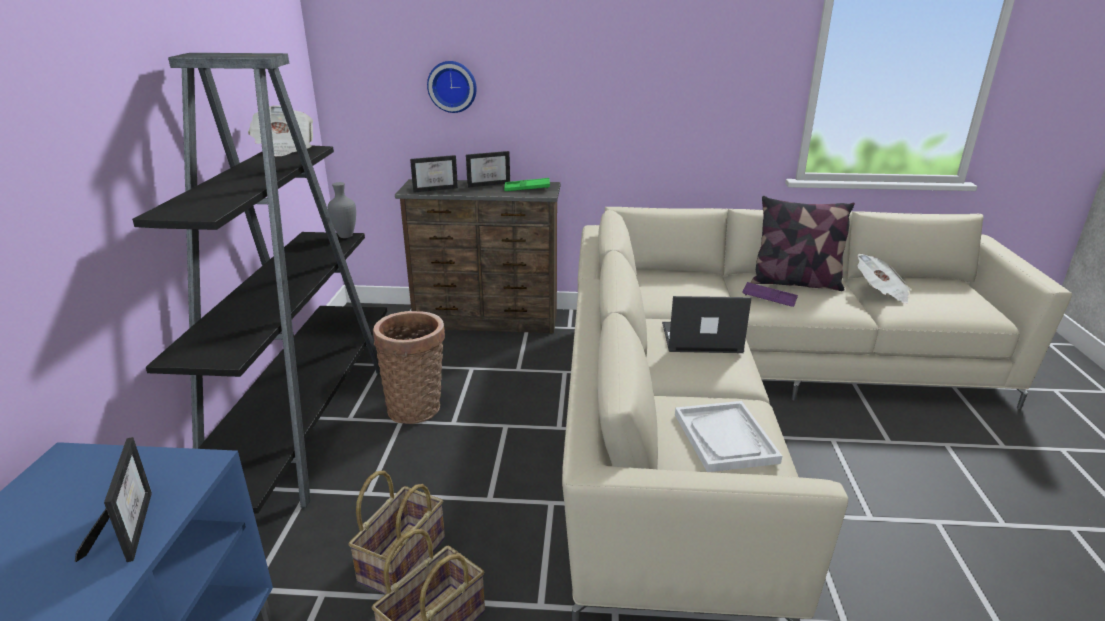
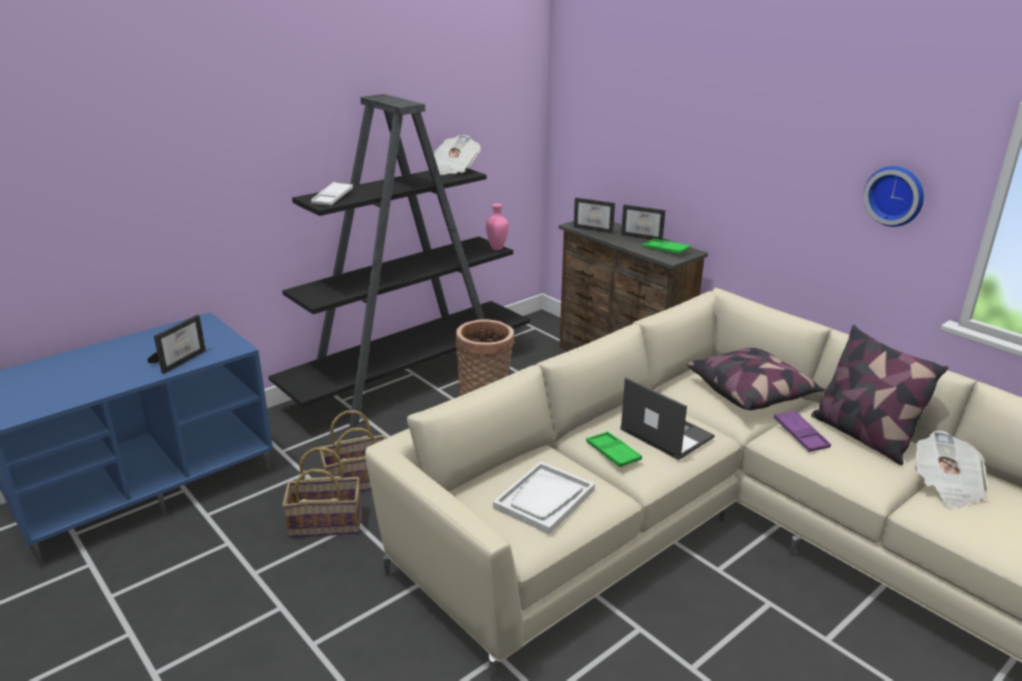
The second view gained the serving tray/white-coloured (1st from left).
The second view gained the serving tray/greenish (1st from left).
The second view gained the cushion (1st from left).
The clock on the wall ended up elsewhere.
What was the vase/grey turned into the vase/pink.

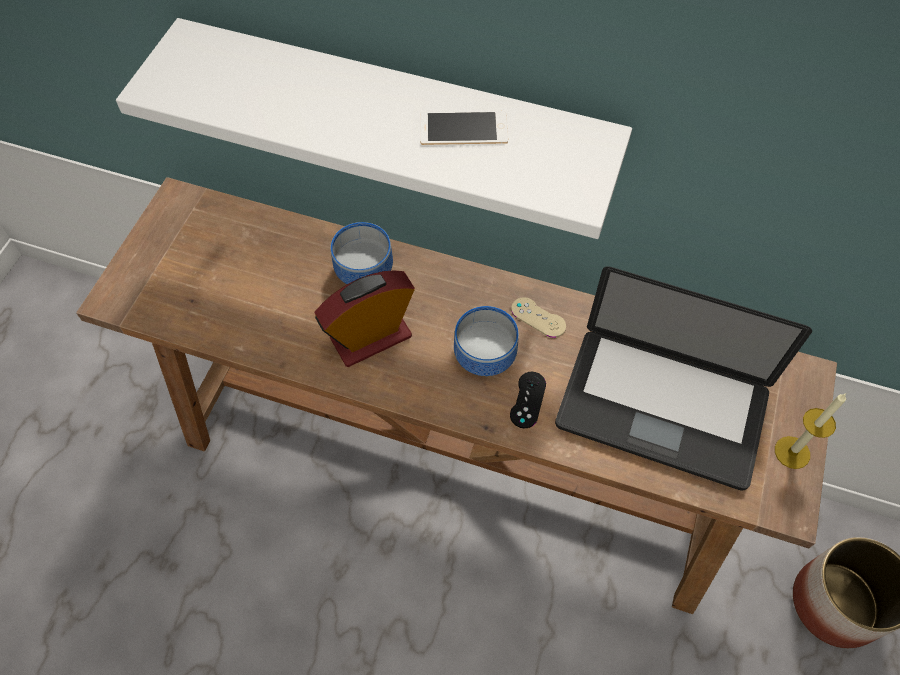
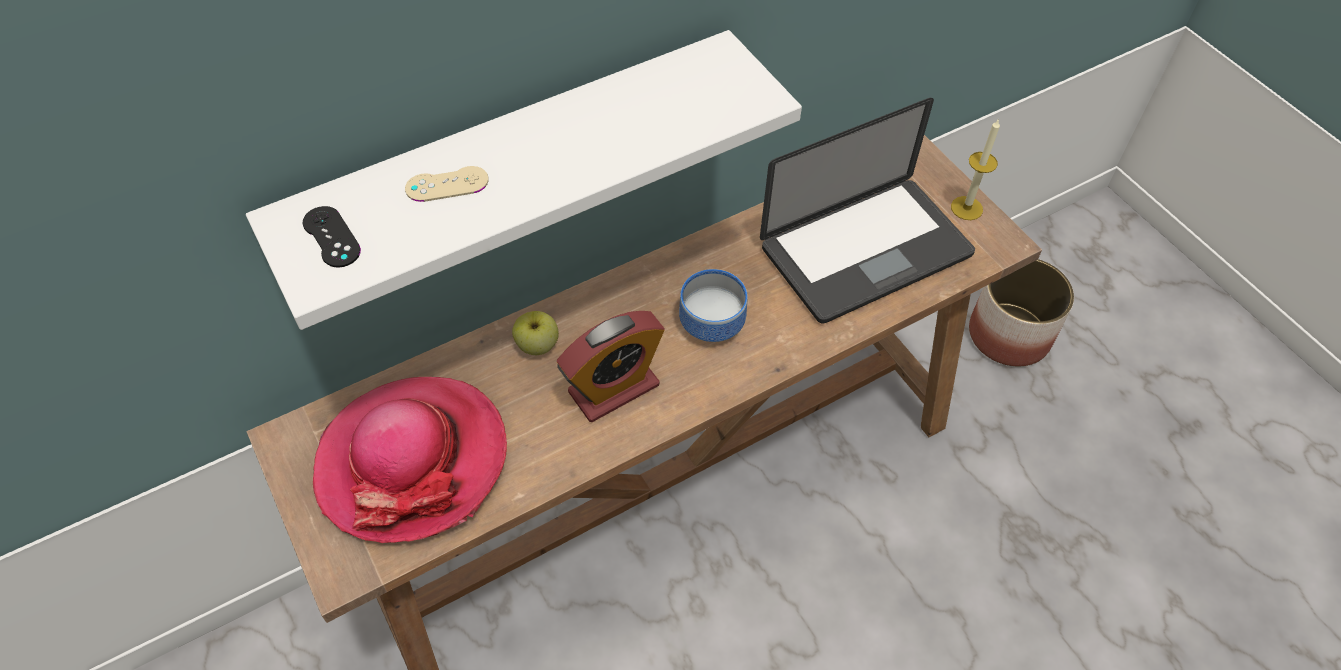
The second view lost the phone.
The second view gained the hat.
The joypad/black-coloured ended up elsewhere.
The joypad/beige-coloured ended up elsewhere.
Where the serving bowl (1st from left) stood, the apple came to stand.
The bedside clock ended up facing another way, 135 degrees counterclockwise from before.

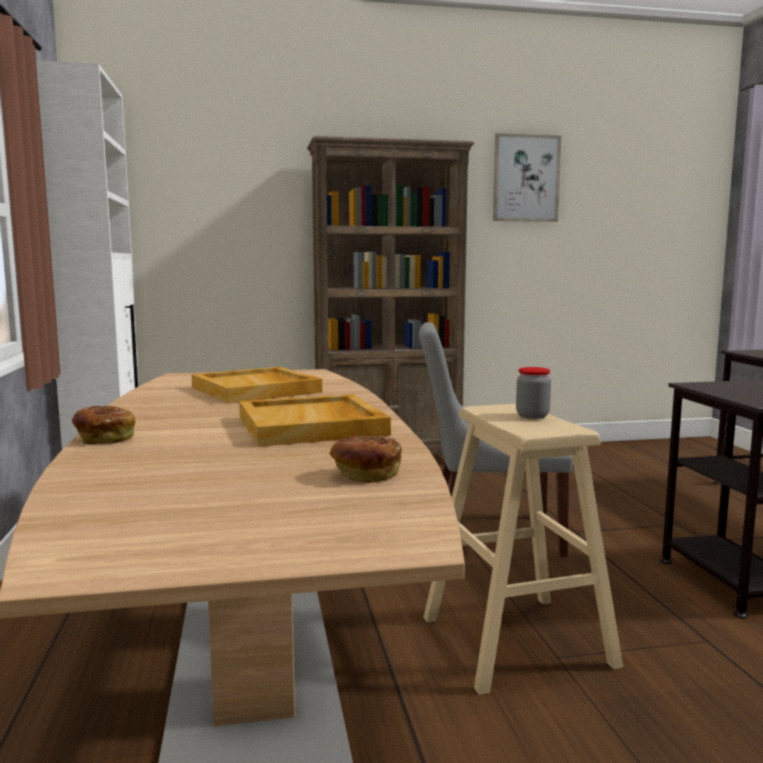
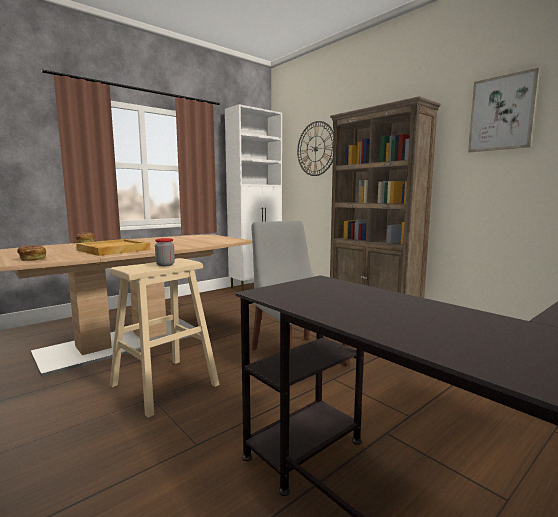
The second view lost the serving tray/beige-coloured (1st from left).
The second view gained the clock on the wall.

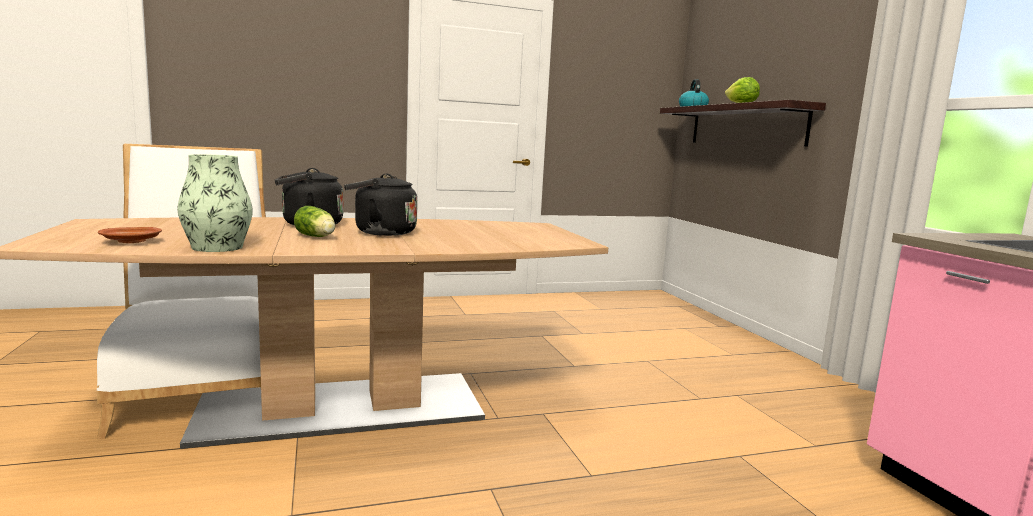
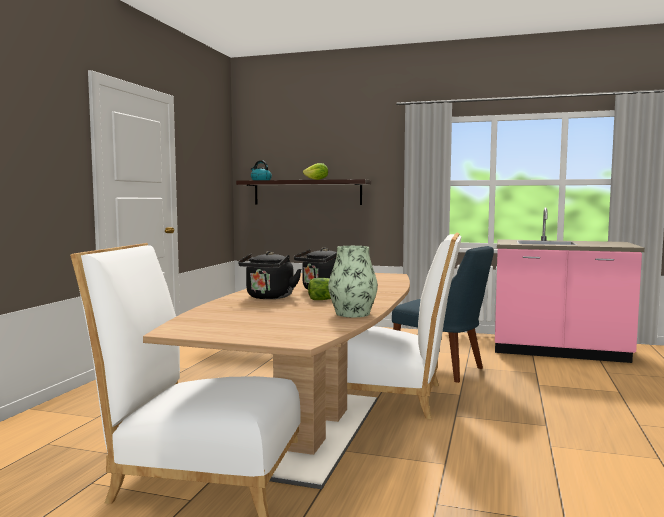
The second view lost the flat dish/brownish.
The second view gained the plain chair/white-coloured (2nd from left).
The second view gained the plain chair/blue.

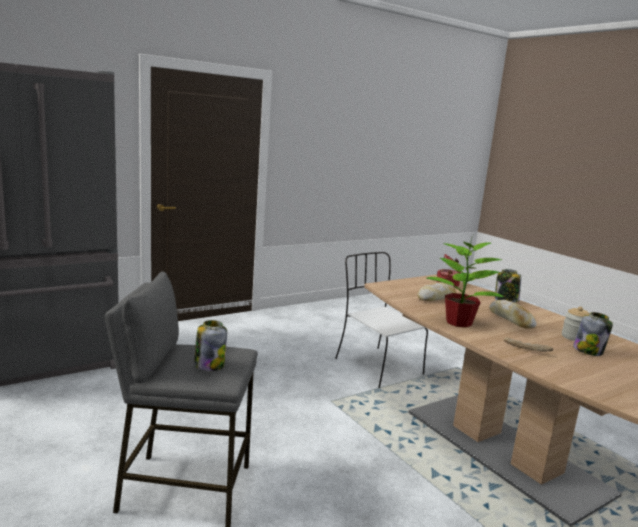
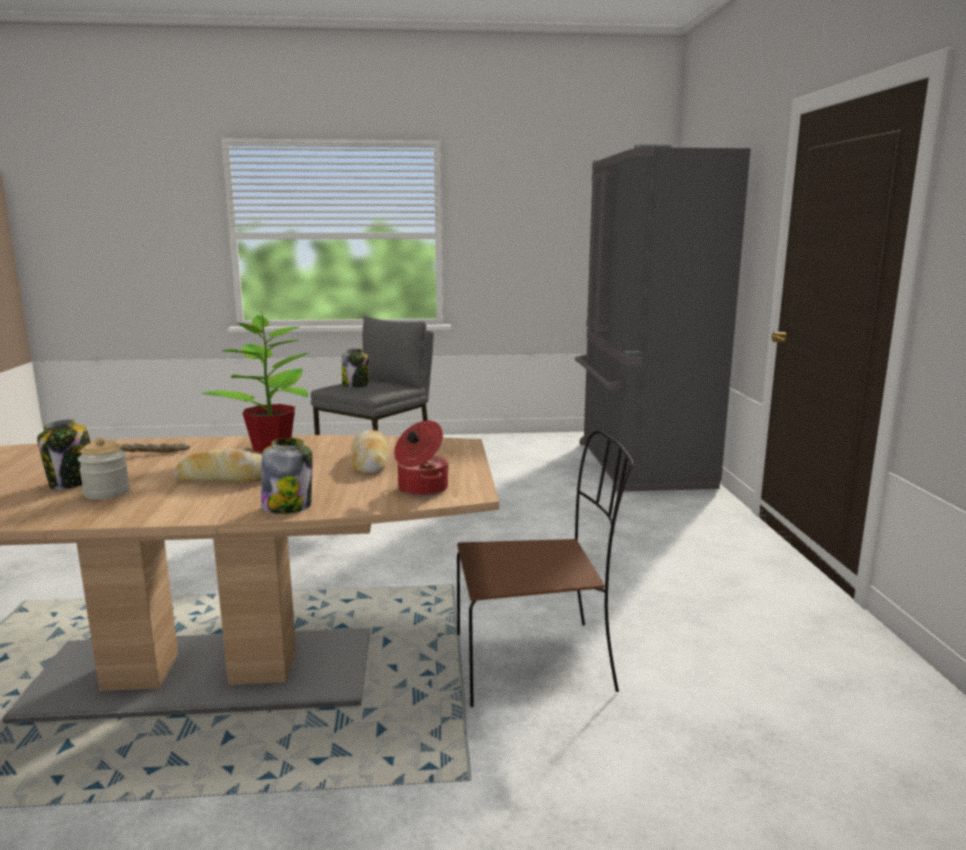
What was the plain chair/white-coloured turned into the plain chair/brownish.

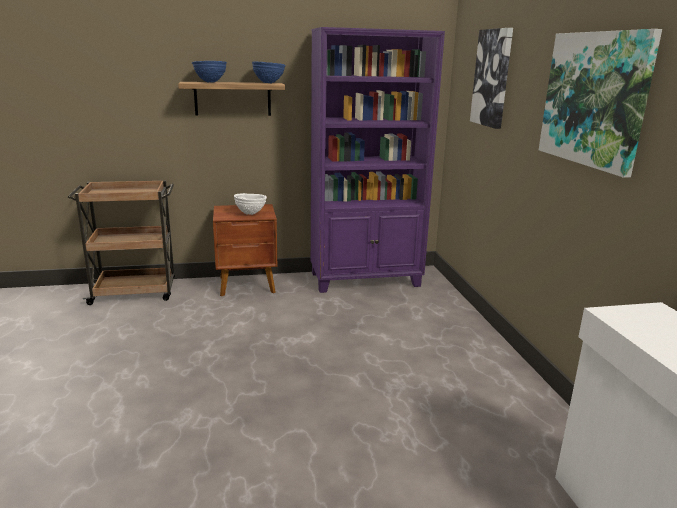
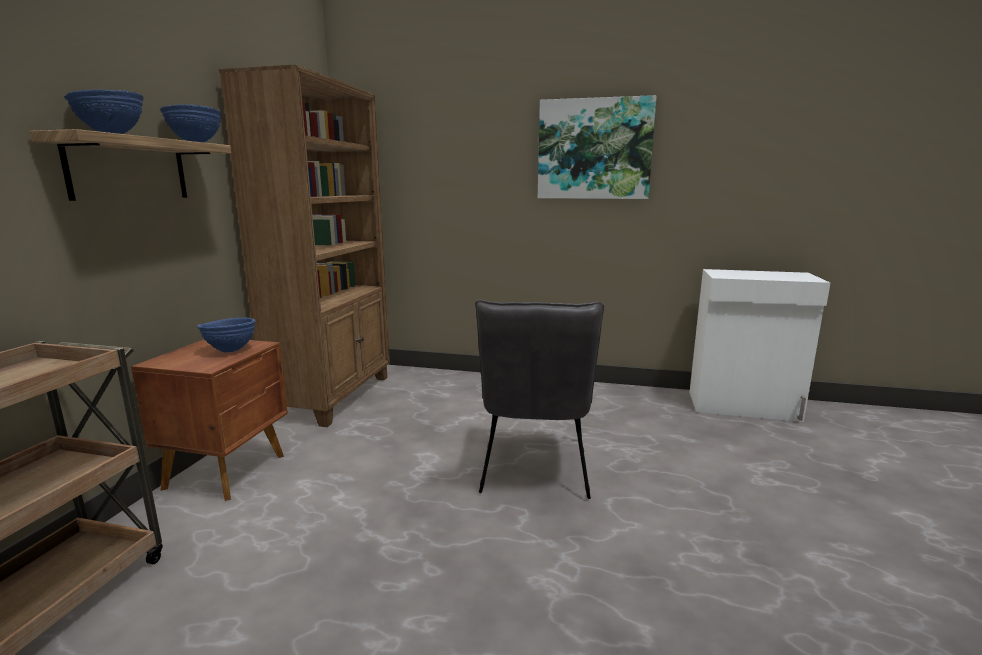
The second view lost the picture (1st from left).
The second view gained the plain chair/grey.
What was the serving bowl/white-coloured turned into the serving bowl/blue (3rd from left).
What was the shelving unit/purplish turned into the shelving unit/brownish.

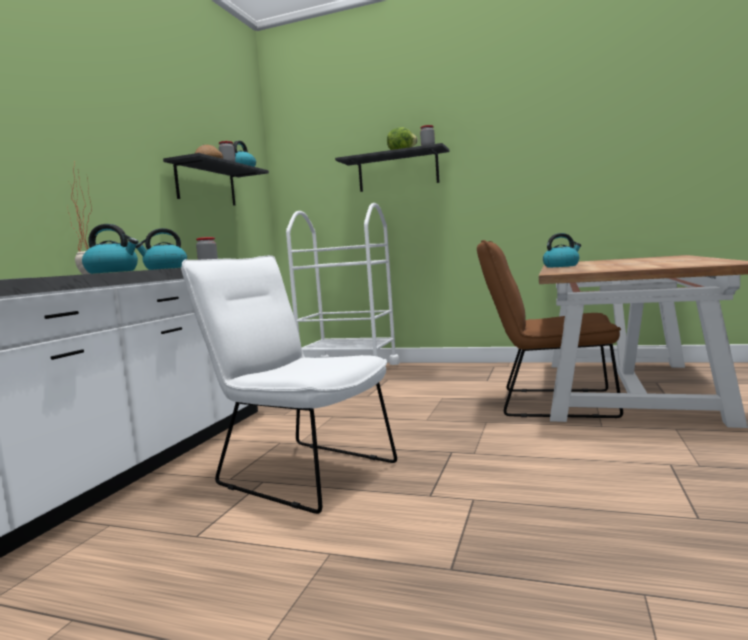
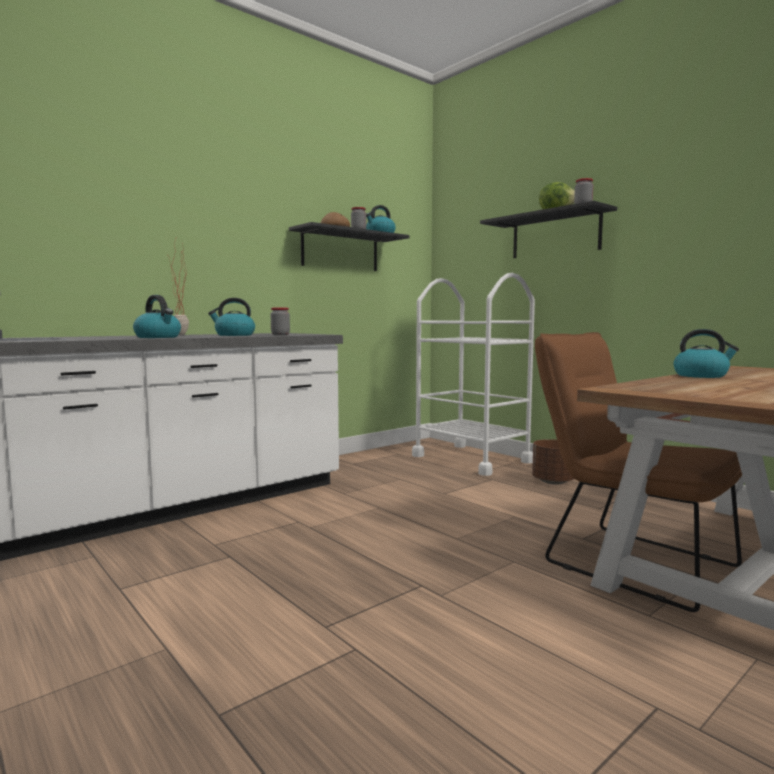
The second view lost the plain chair/white-coloured.
The second view gained the planter/brownish.

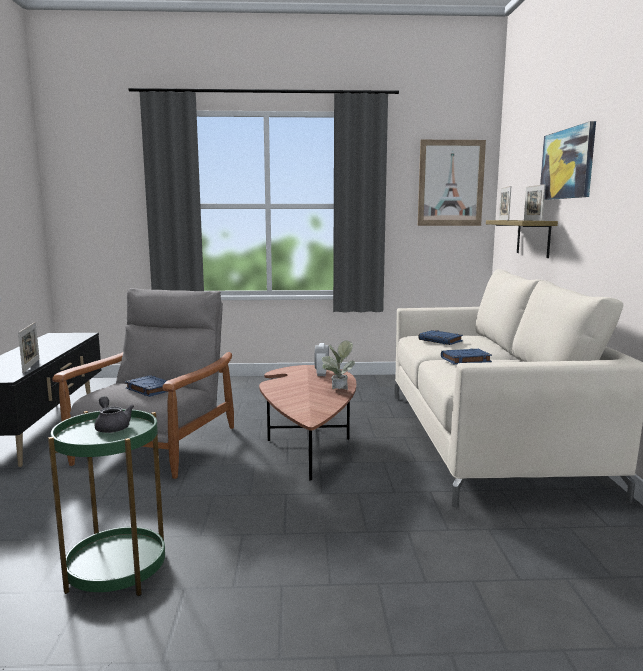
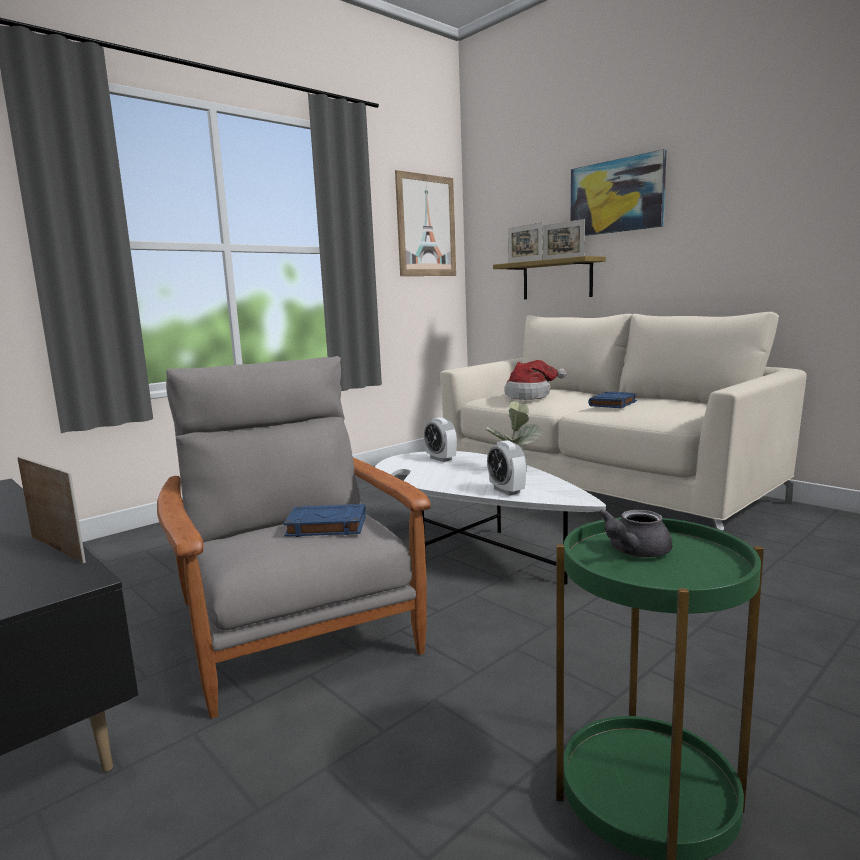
The second view gained the bedside clock (2nd from left).
Where the volume/blue (2nd from left) stood, the hat came to stand.
What was the coffee table/brownish turned into the coffee table/white-coloured.
The tea pot/grey ended up facing another way, 60 degrees counterclockwise from before.

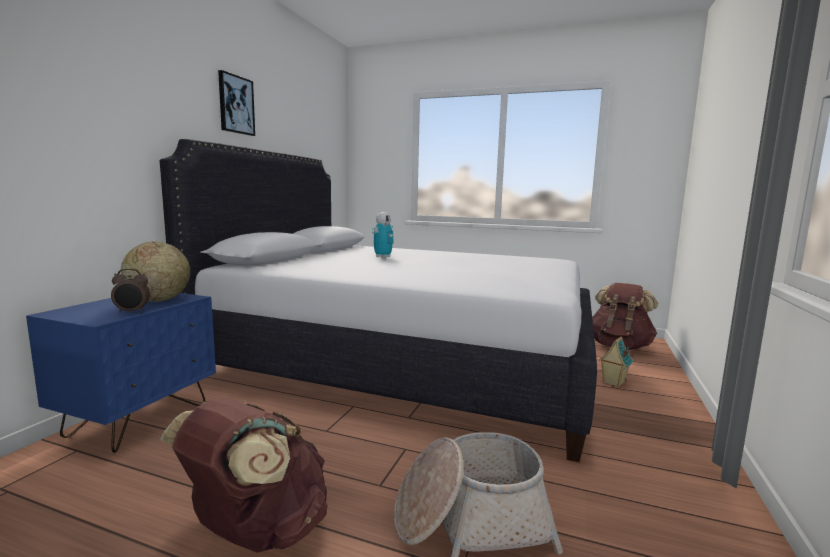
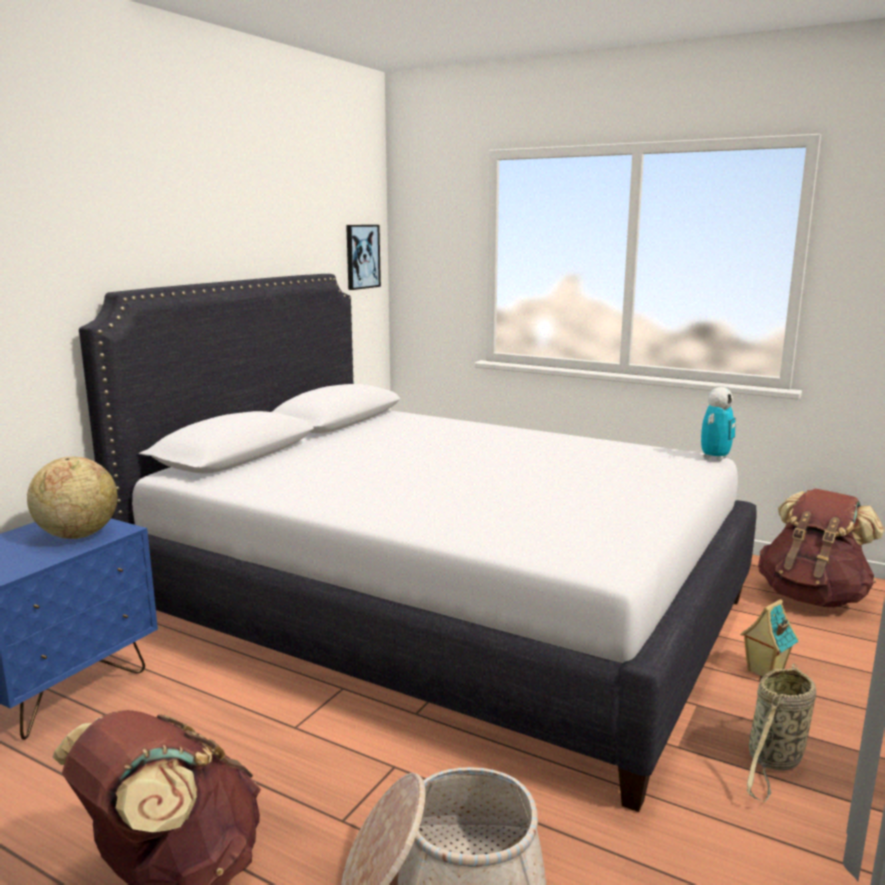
The second view lost the bedside clock.
The second view gained the basket (2nd from left).
The picture ended up elsewhere.
The robot figure ended up elsewhere.

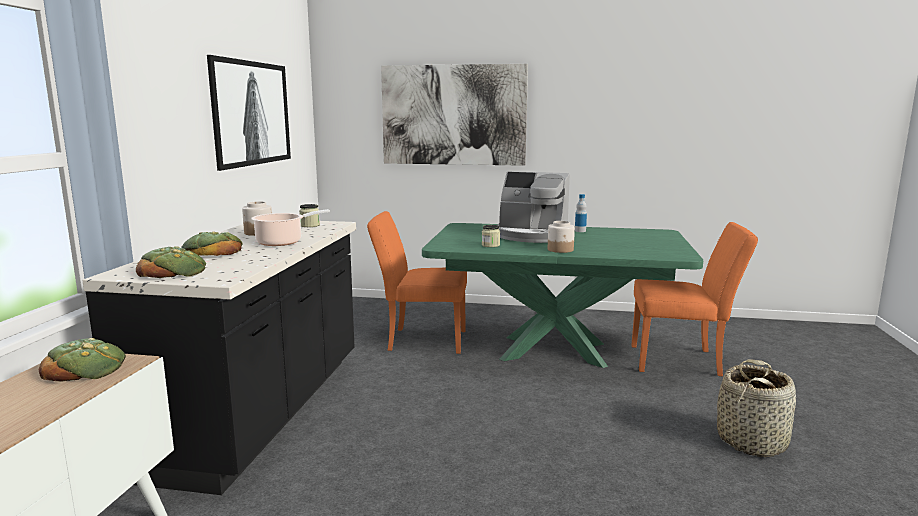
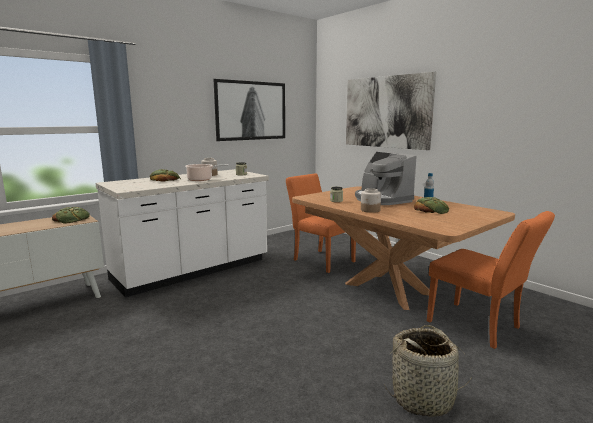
The bakery bread (2nd from left in the first image) ended up elsewhere.
What was the kitchen base unit/black-coloured turned into the kitchen base unit/white-coloured.
What was the dining table/greenish turned into the dining table/brownish.

